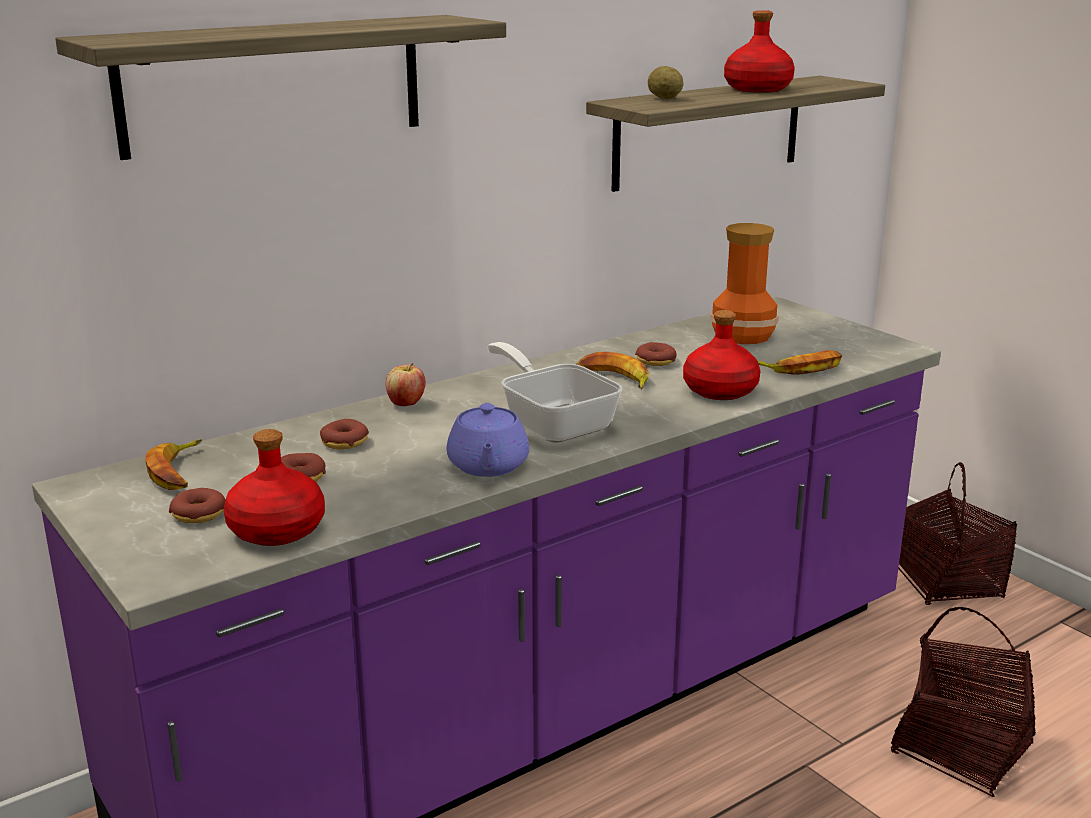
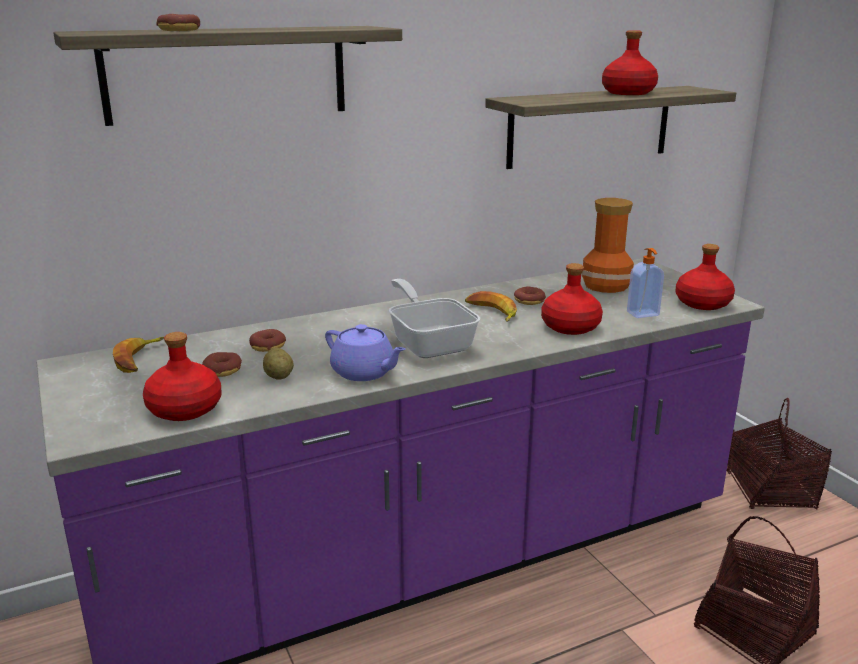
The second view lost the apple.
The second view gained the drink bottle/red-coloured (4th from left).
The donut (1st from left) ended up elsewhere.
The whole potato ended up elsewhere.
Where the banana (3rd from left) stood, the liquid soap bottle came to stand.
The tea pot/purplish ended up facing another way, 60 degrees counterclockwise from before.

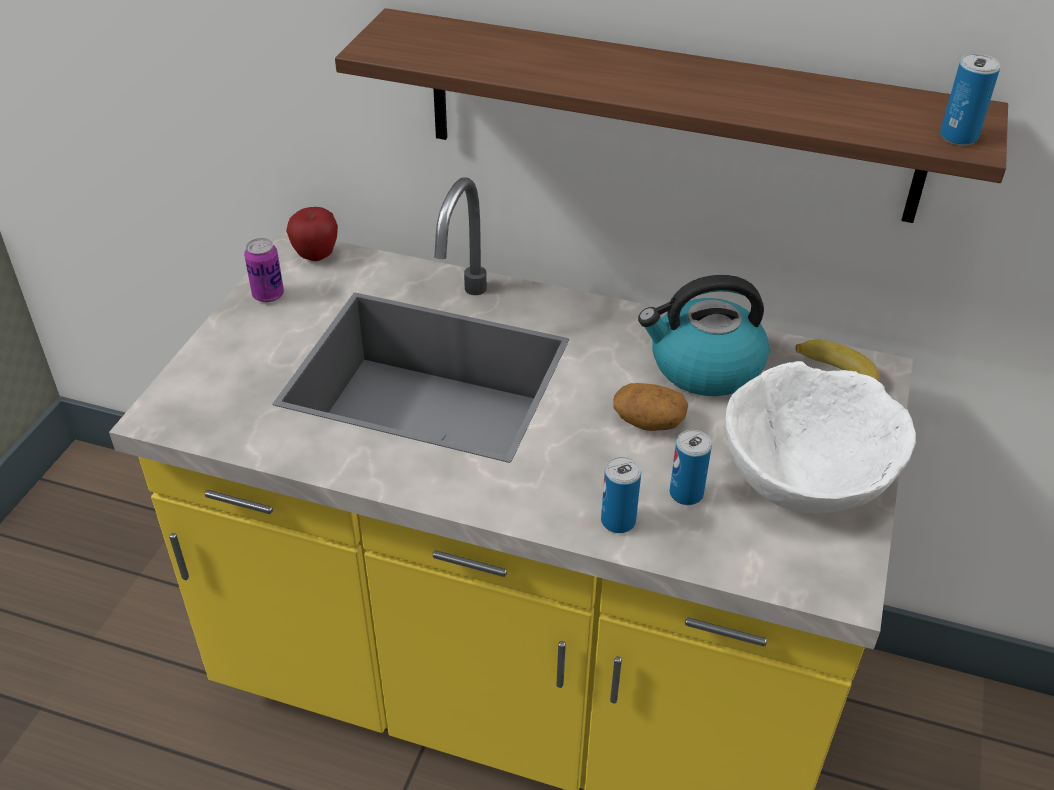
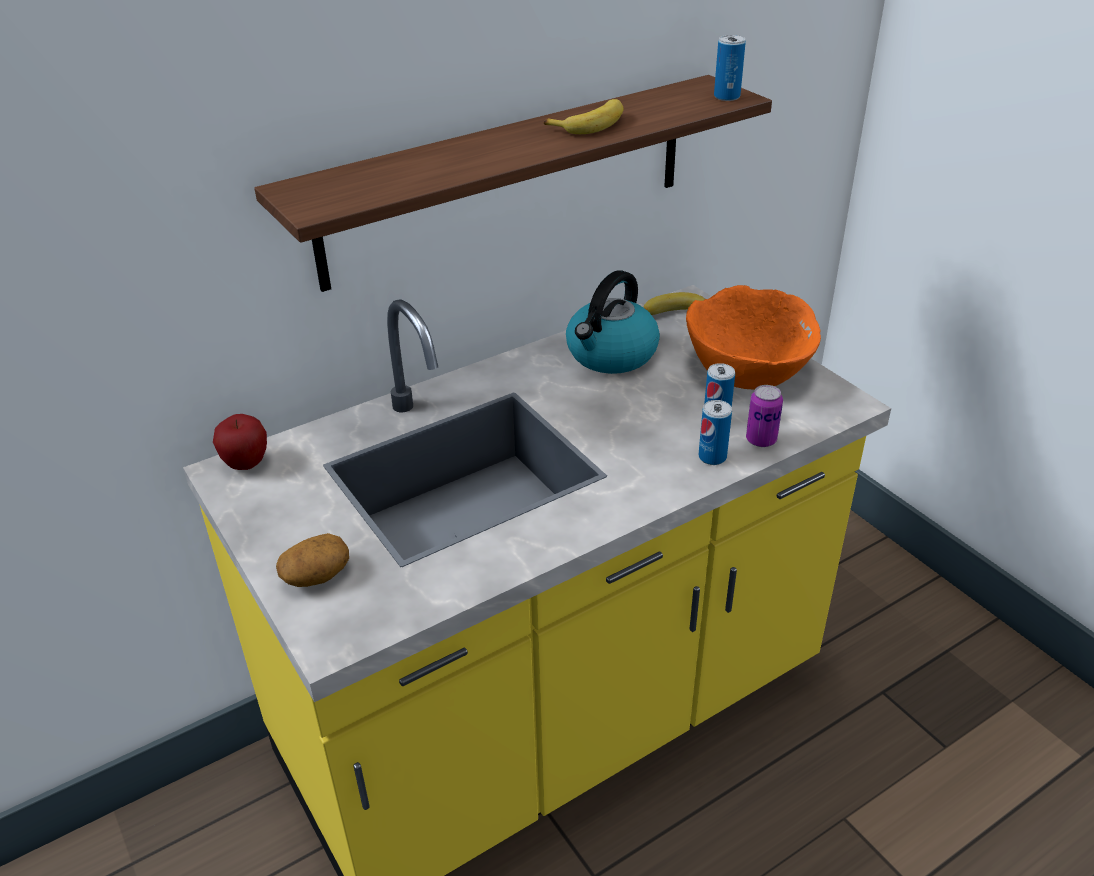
The second view gained the banana (1st from left).
The can (1st from left in the first image) ended up elsewhere.
The whole potato ended up elsewhere.
What was the serving bowl/white-coloured turned into the serving bowl/orange-coloured.

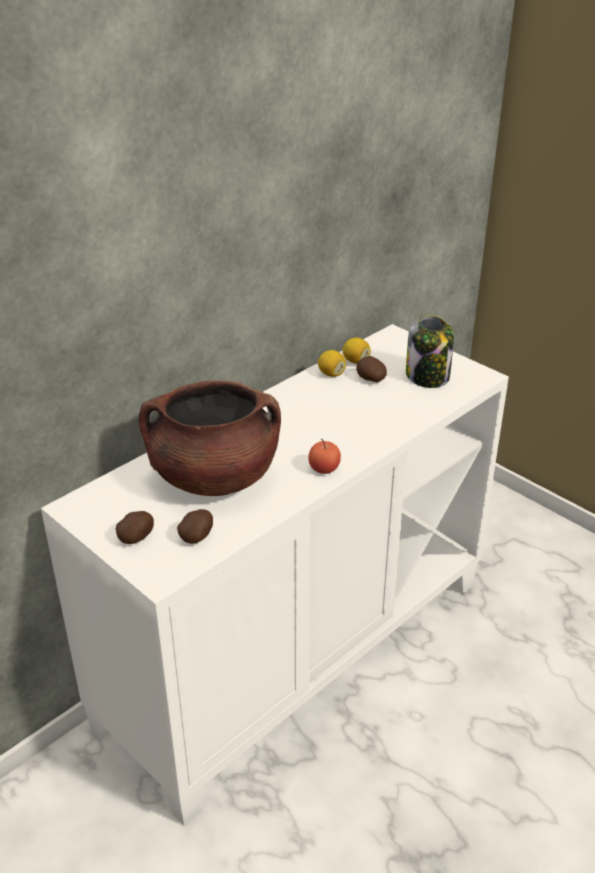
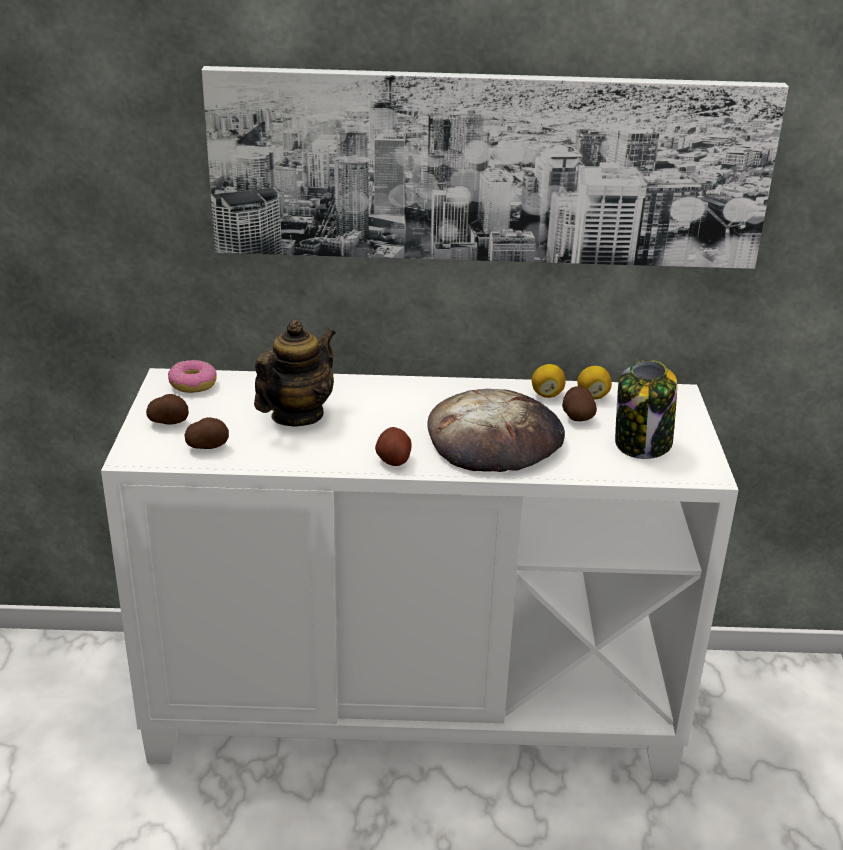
The second view gained the donut.
The second view gained the picture.
The second view gained the bakery bread.
Where the cooking pot/brownish stood, the tea pot came to stand.
Where the apple stood, the whole potato (3rd from left) came to stand.

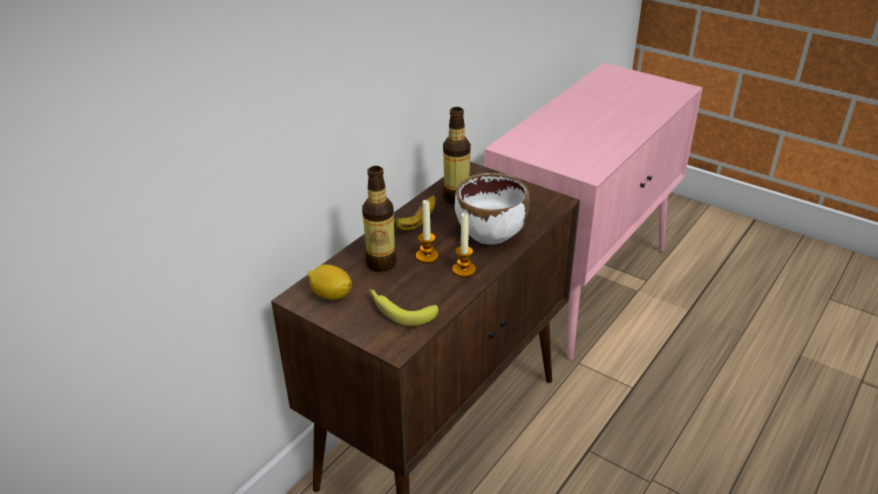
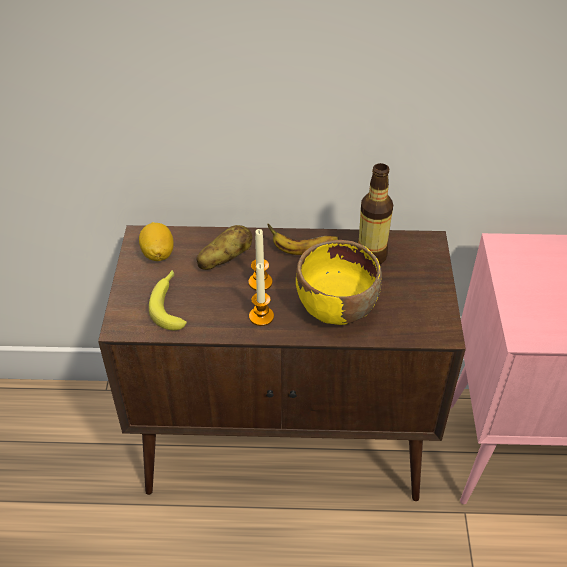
Where the drink bottle (1st from left) stood, the whole potato came to stand.
What was the serving bowl/white-coloured turned into the serving bowl/yellow-coloured.

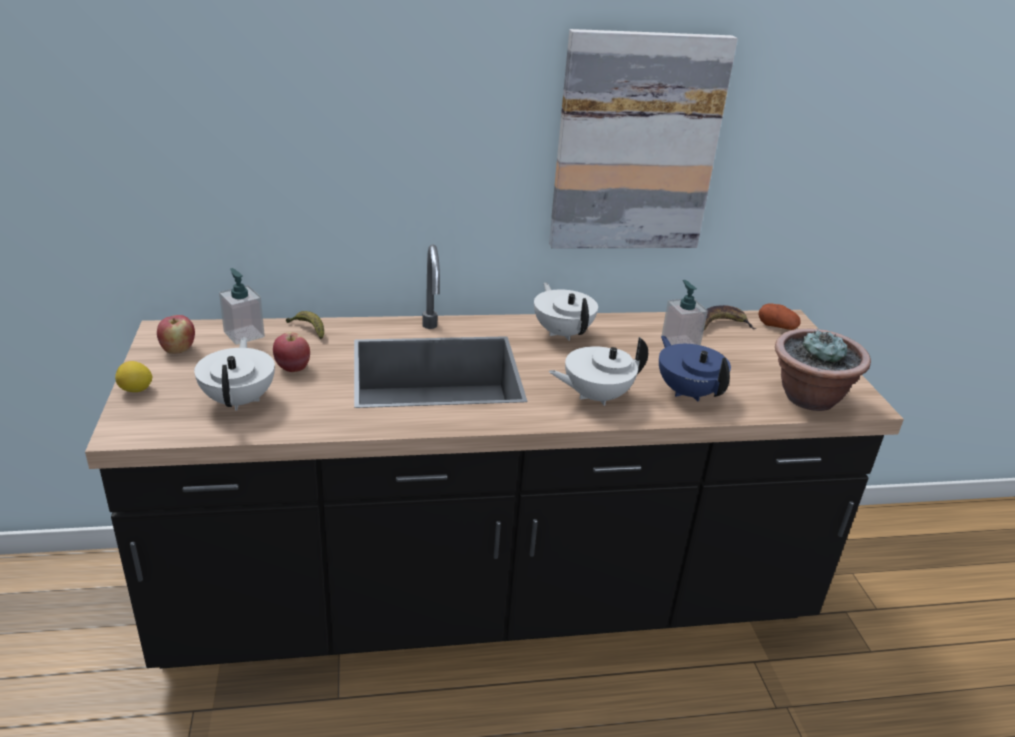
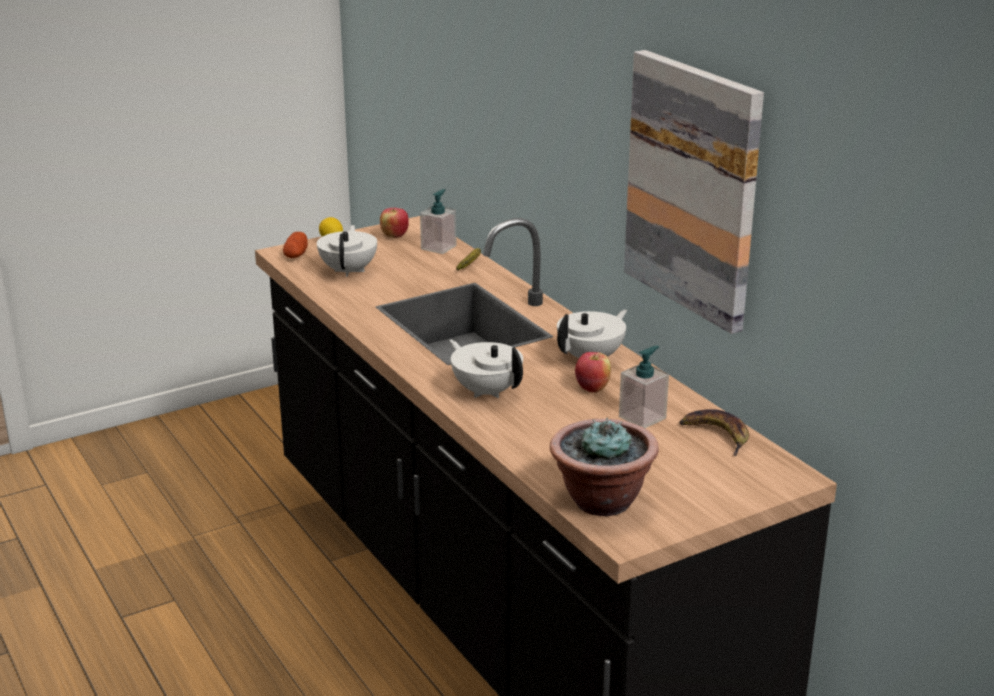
The second view lost the tea pot/blue.
The apple (2nd from left) ended up elsewhere.
The whole potato ended up elsewhere.
The tea pot/white-coloured (1st from left) ended up facing another way, 60 degrees counterclockwise from before.

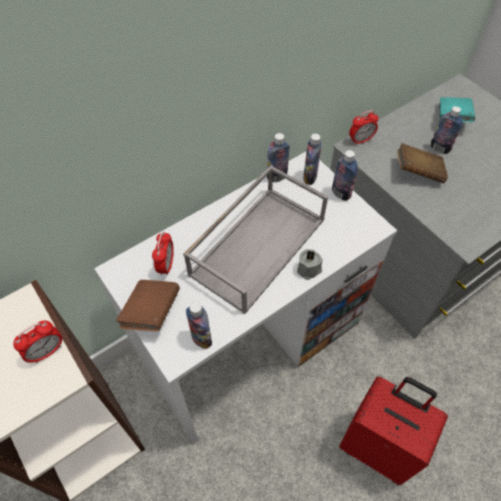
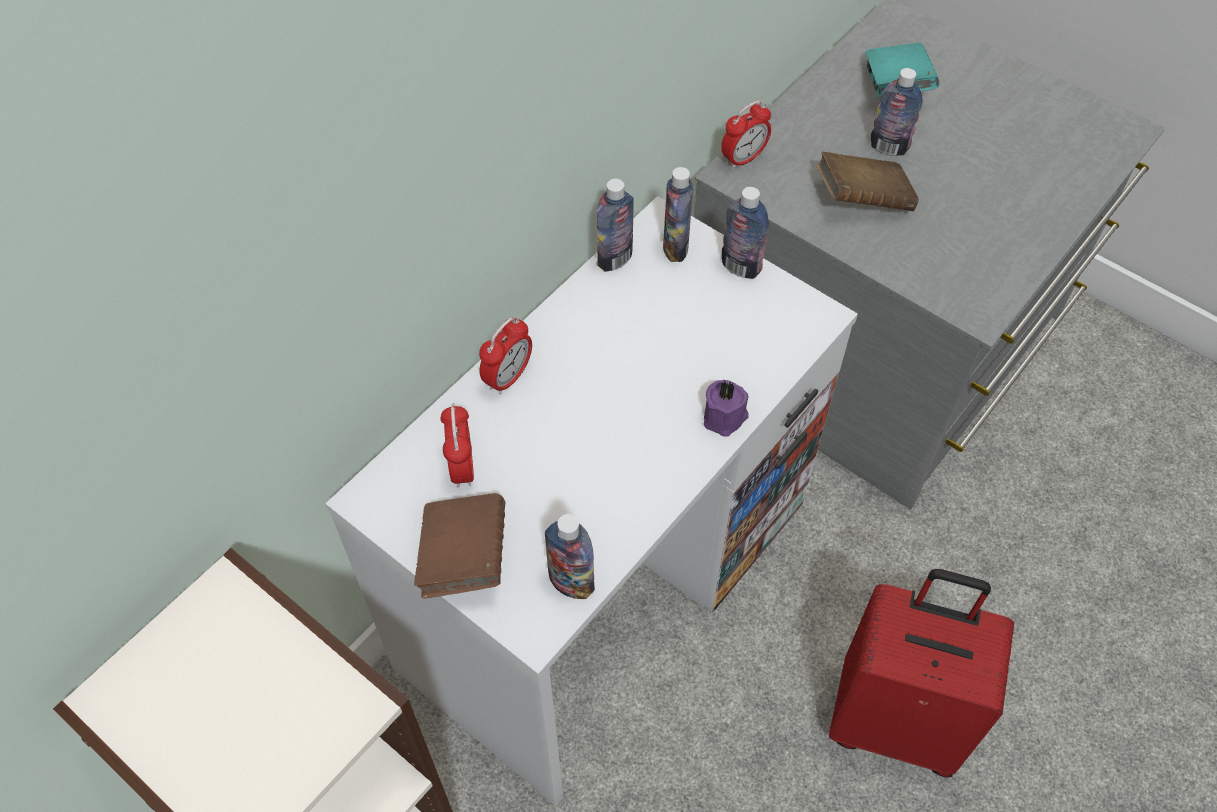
The second view lost the serving tray/grey.
The bedside clock (1st from left in the first image) ended up elsewhere.
What was the wax candle/grey turned into the wax candle/purplish.

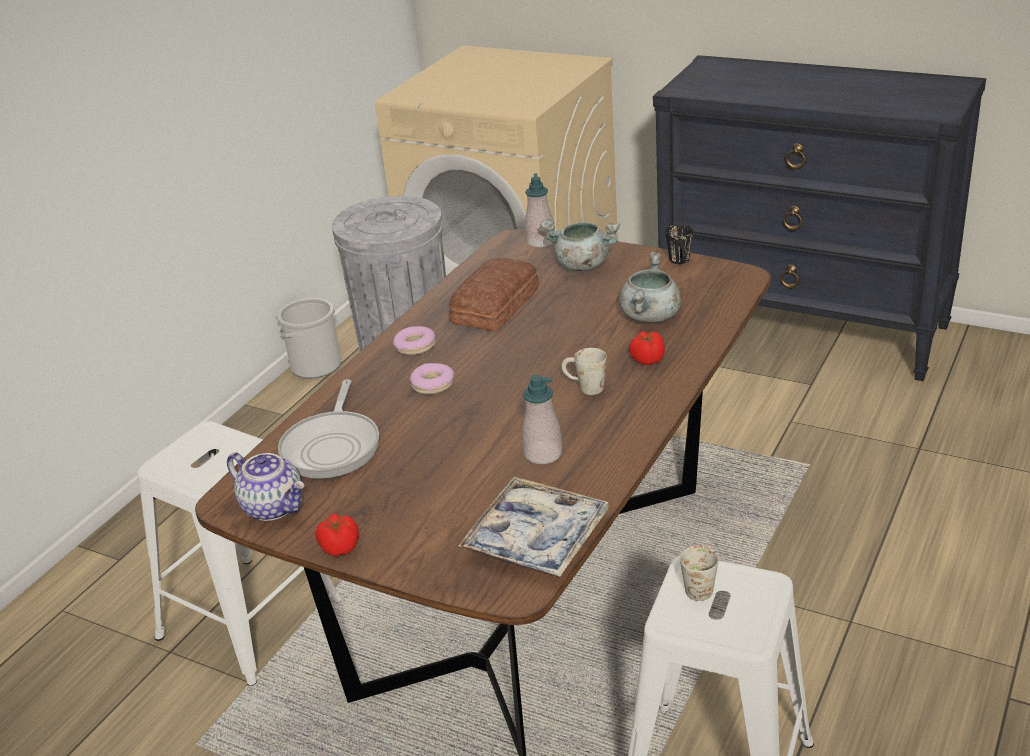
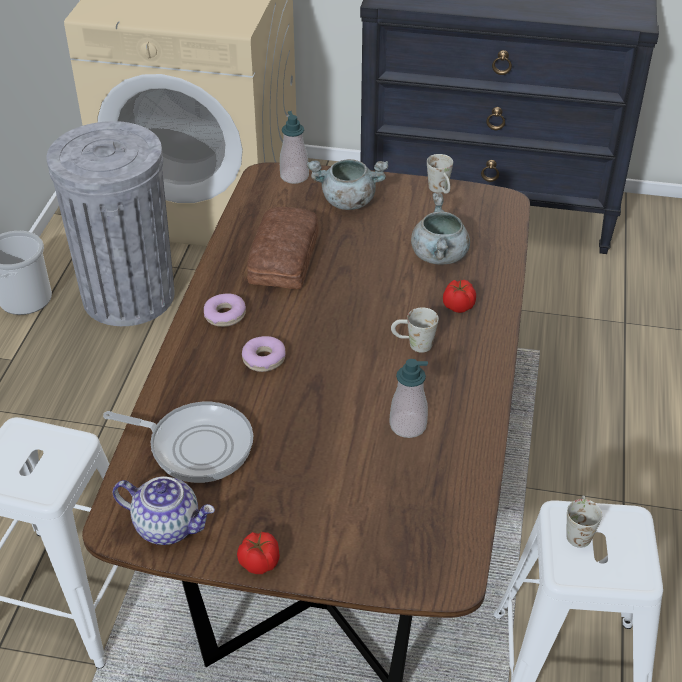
The second view lost the serving tray.
What was the coffee mug/black-coloured turned into the coffee mug/white-coloured (2nd from left).
The skillet ended up facing another way, 60 degrees counterclockwise from before.

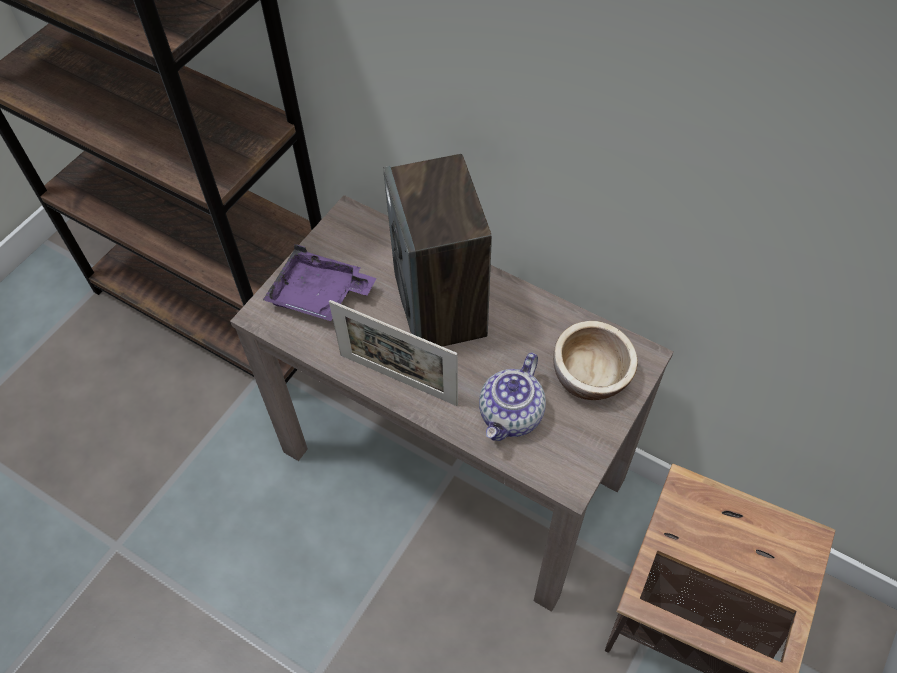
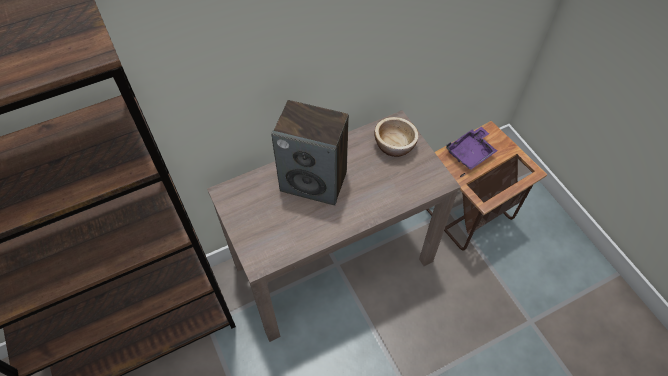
The second view lost the photo frame.
The second view lost the tea pot.
The serving tray/purplish ended up elsewhere.

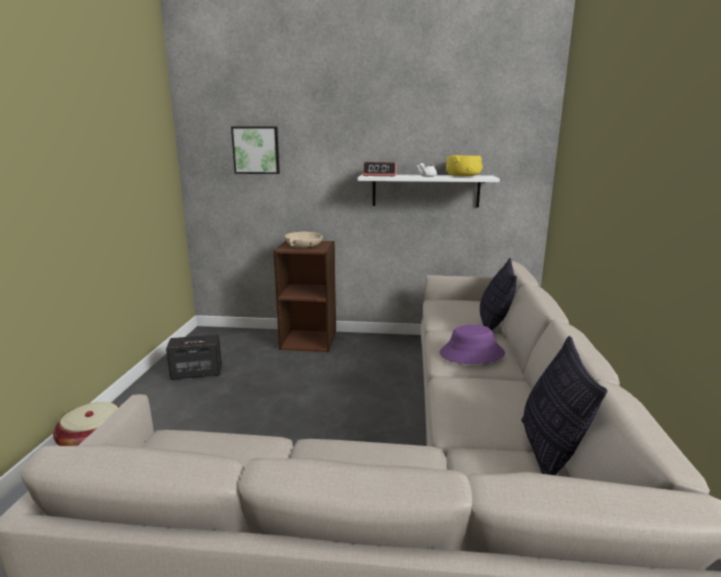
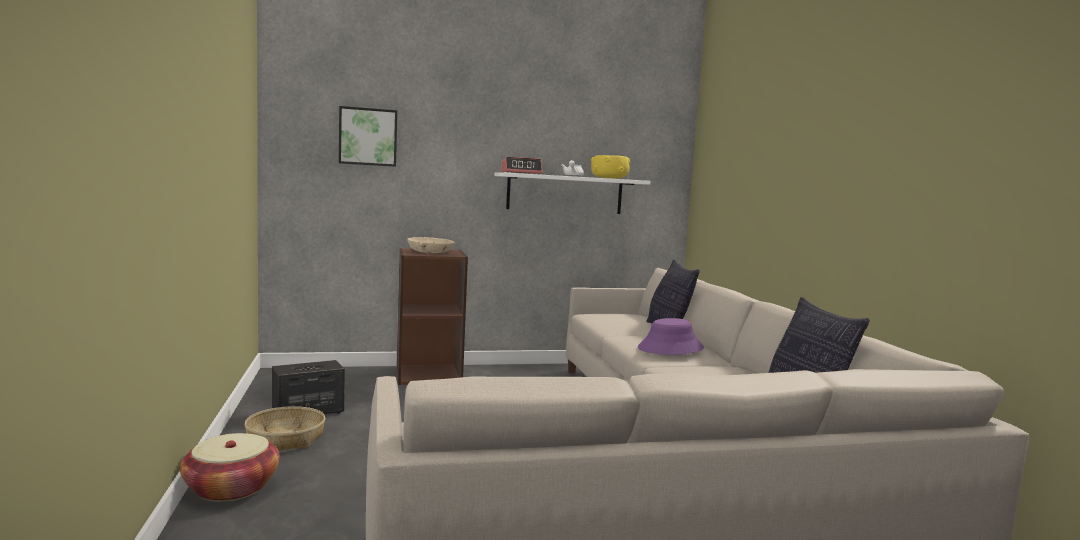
The second view gained the basket (2nd from left).

